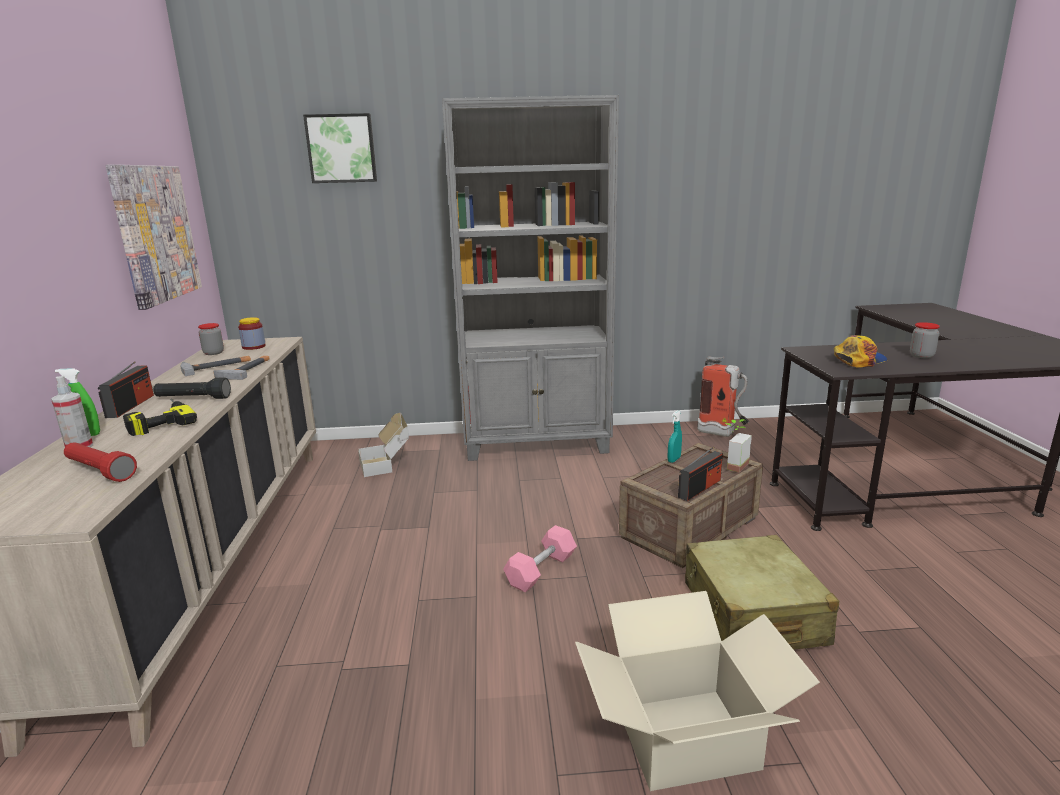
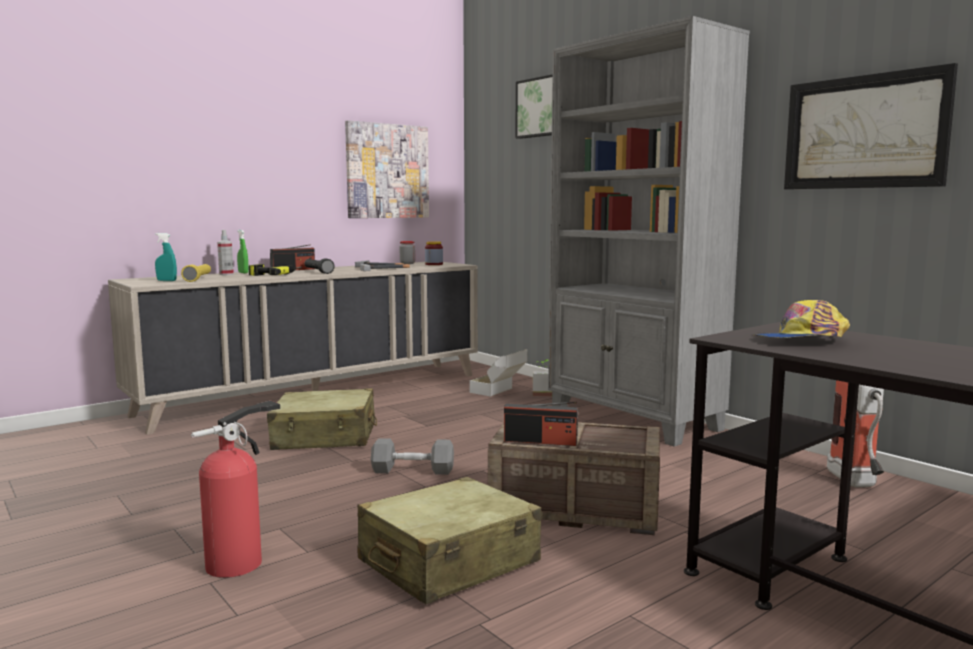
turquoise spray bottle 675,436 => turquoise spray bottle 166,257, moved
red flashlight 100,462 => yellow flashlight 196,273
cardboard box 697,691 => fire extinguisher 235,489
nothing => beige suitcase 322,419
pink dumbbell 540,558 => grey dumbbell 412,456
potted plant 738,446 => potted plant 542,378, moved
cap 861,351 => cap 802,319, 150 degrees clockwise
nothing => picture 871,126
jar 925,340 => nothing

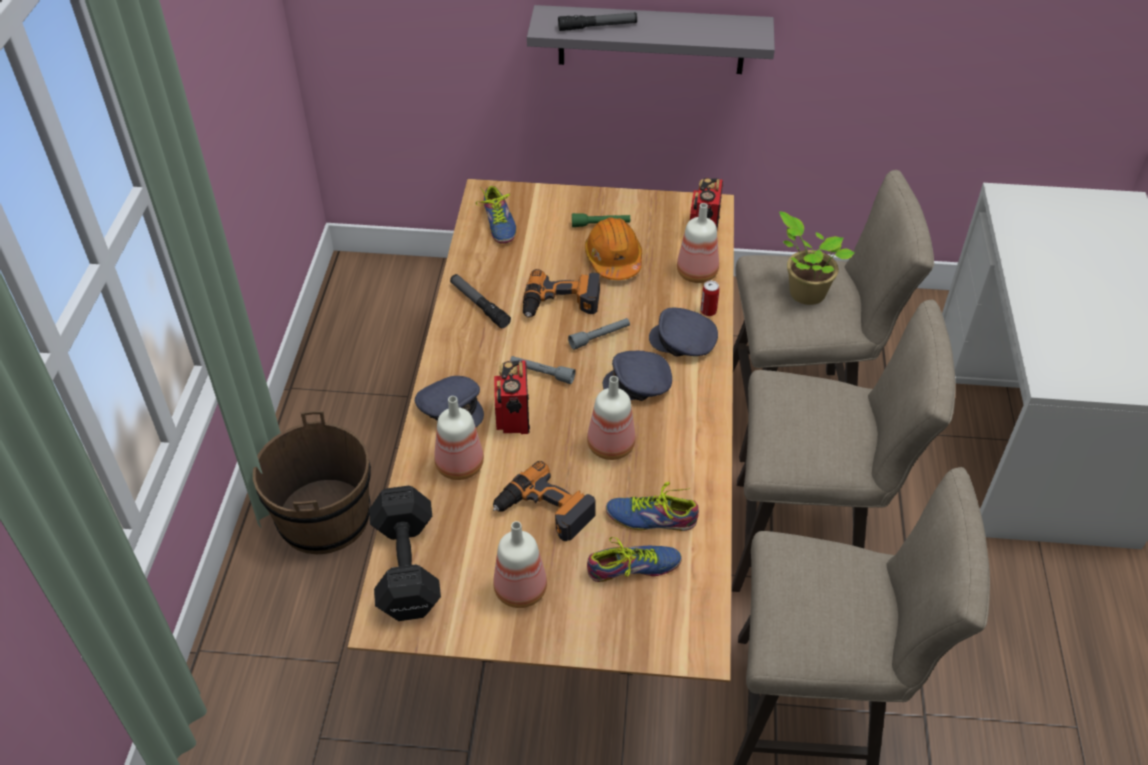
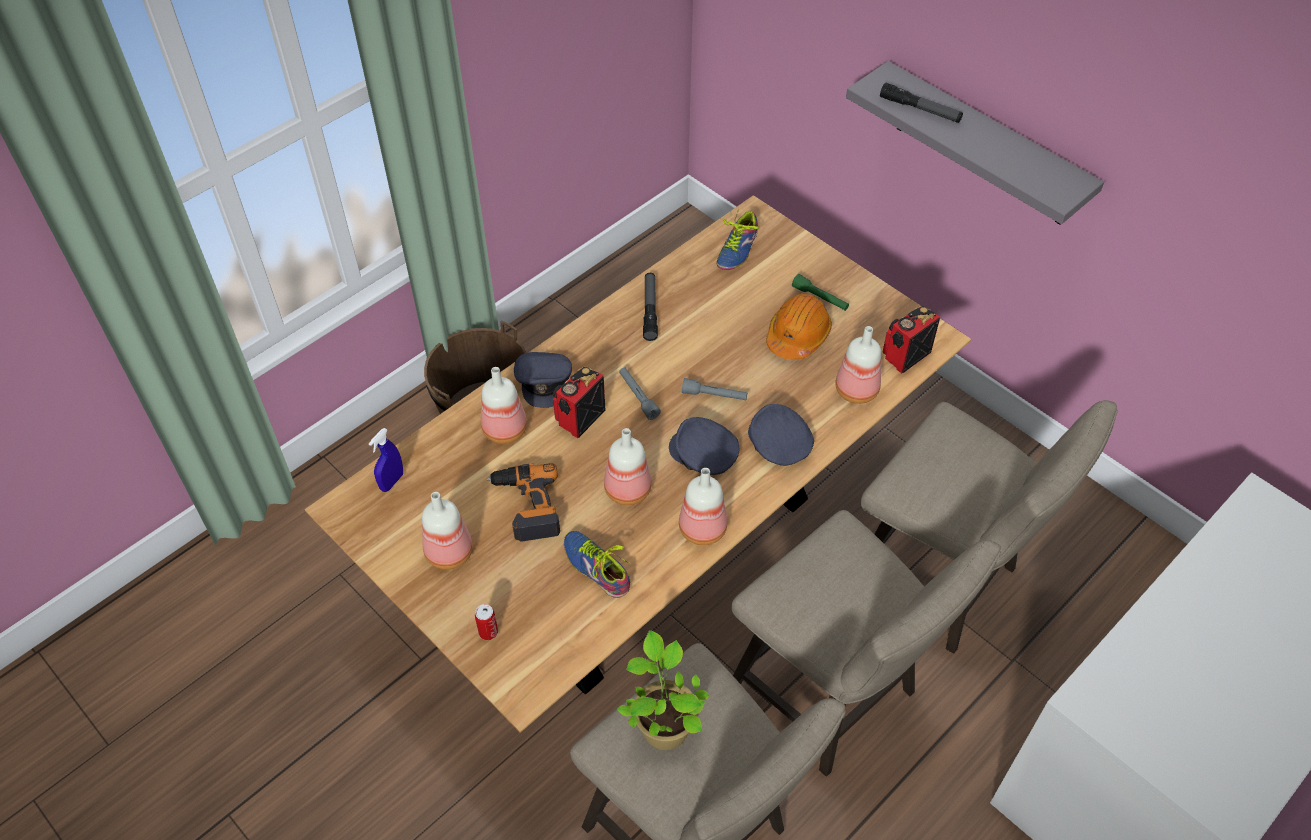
black dumbbell 405,553 => blue spray bottle 386,460
can 710,298 => can 486,622, moved
potted plant 817,258 => potted plant 663,690, moved
nothing => bottle 703,506
power drill 561,293 => nothing
shoe 634,559 => nothing

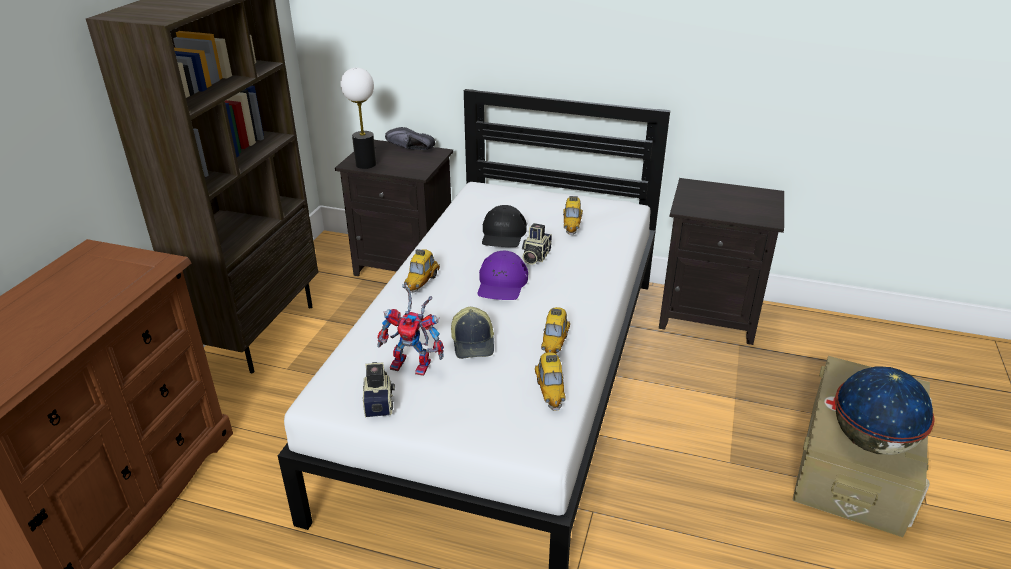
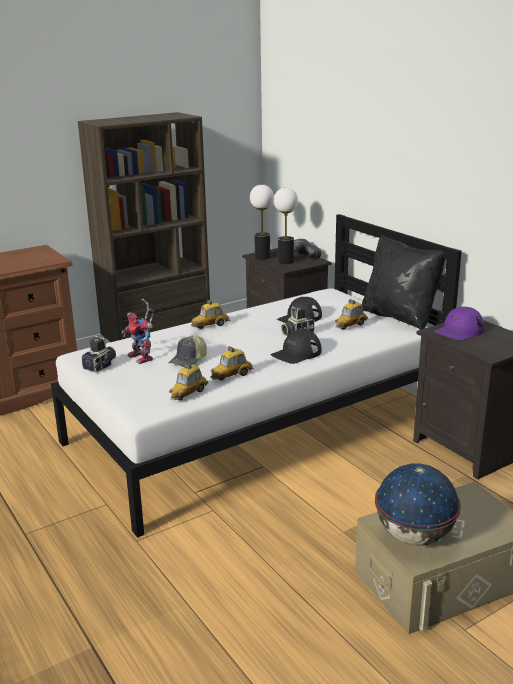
nothing => black cap 296,346
nothing => table lamp 286,226
nothing => black pillow 403,282
purple cap 502,275 => purple cap 458,324, moved

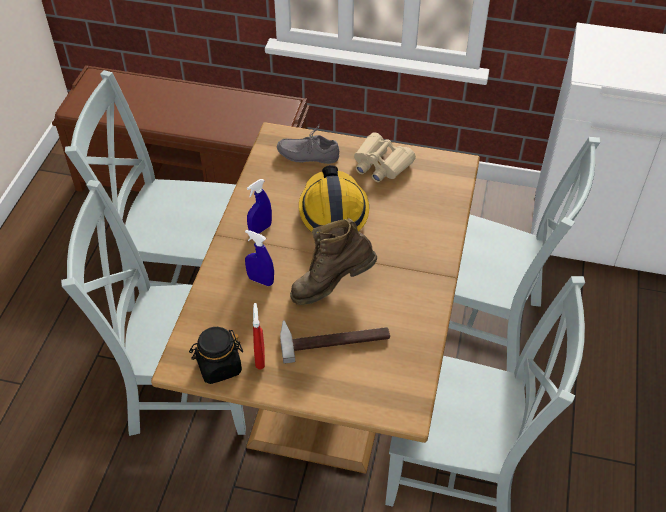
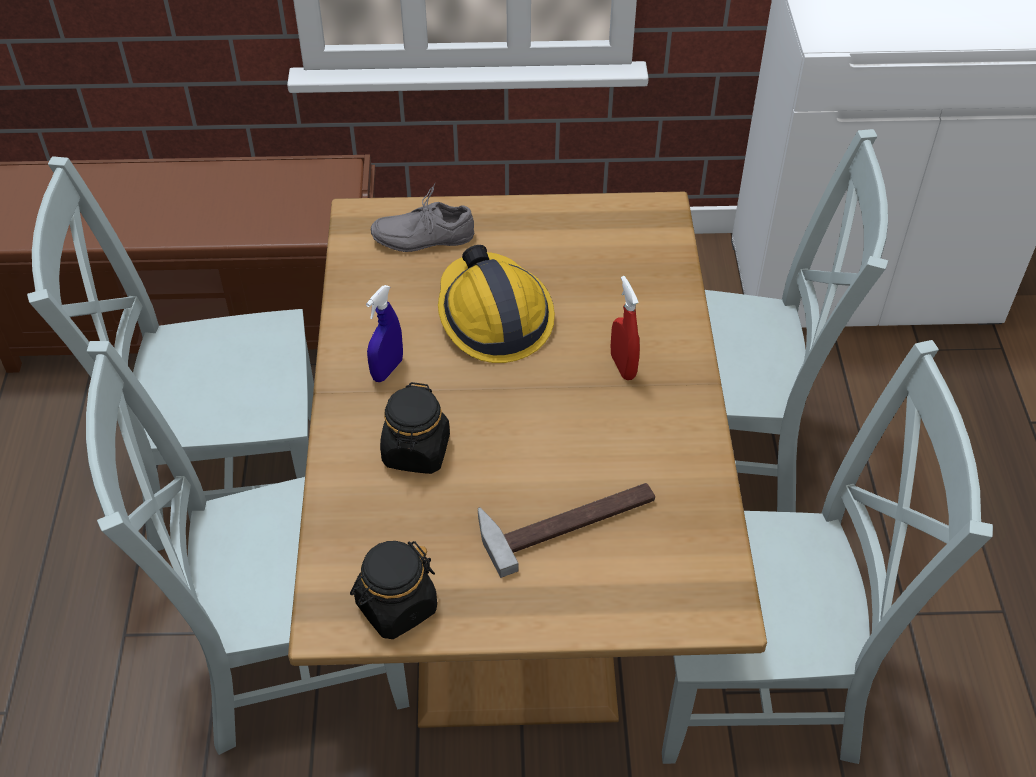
blue spray bottle 259,258 => black jar 415,428
red spray bottle 259,336 => red spray bottle 625,328, moved
brown boot 333,261 => nothing
beige binoculars 385,157 => nothing

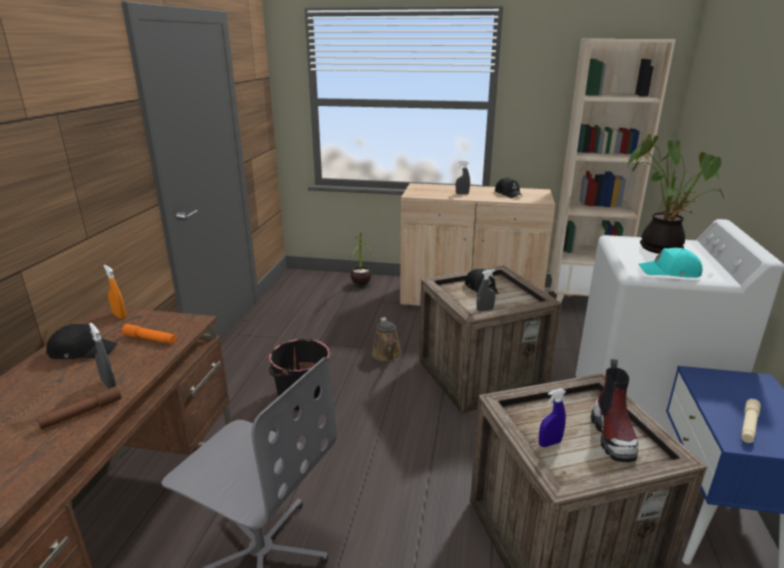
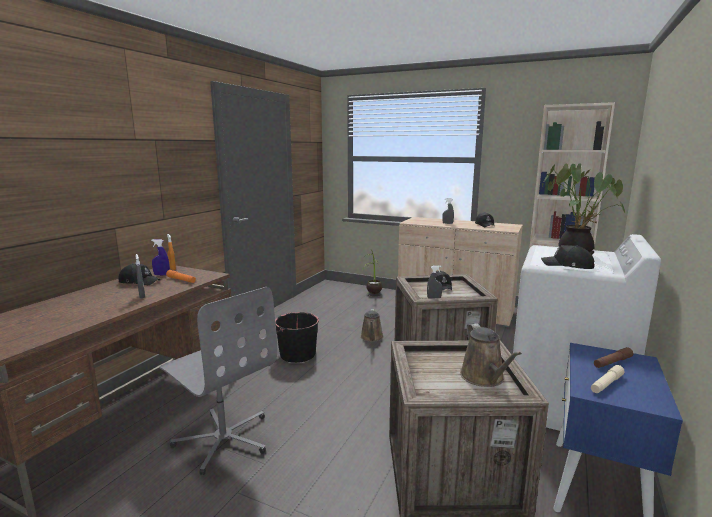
blue spray bottle 552,418 => blue spray bottle 160,257, moved
boot 614,410 => brown watering can 491,355
turquoise cap 670,263 => black cap 567,257
brown flashlight 79,407 => brown flashlight 613,357, moved

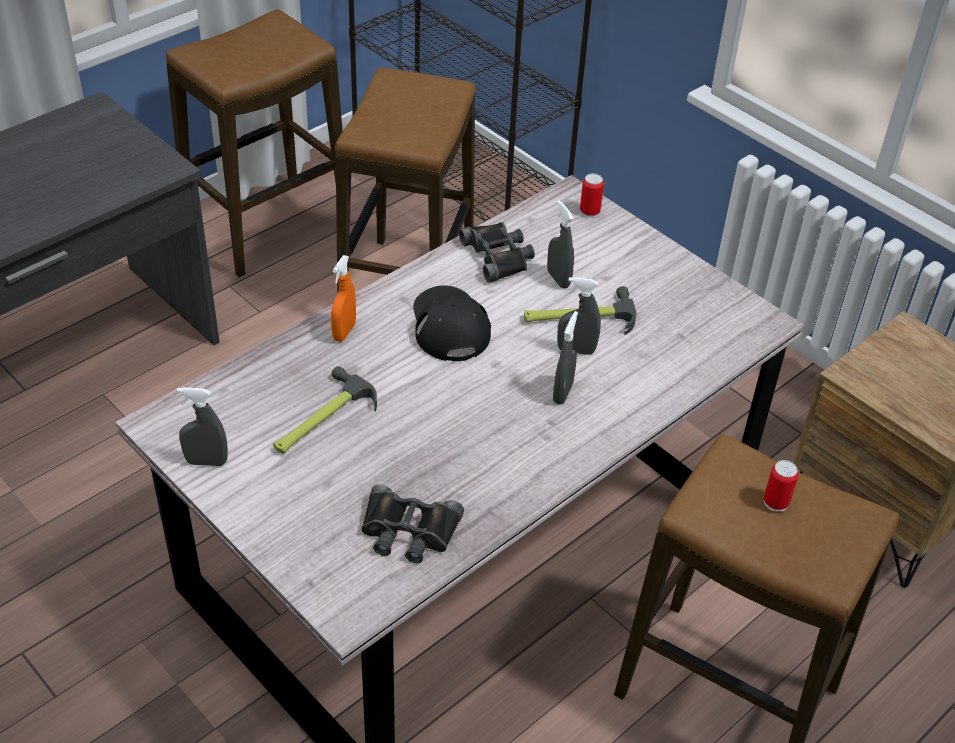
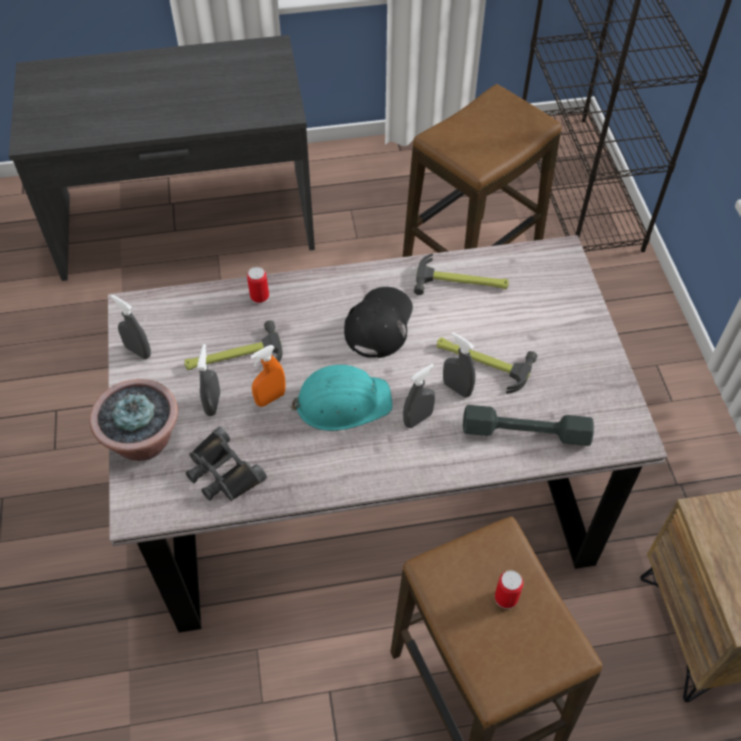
nothing => potted plant 133,420
grey spray bottle 560,244 => grey spray bottle 208,380, moved
can 592,195 => can 258,285, moved
orange spray bottle 343,298 => orange spray bottle 268,376, moved
nothing => turquoise hard hat 341,398
black binoculars 497,252 => hammer 461,274
nothing => grey dumbbell 528,425
stool 254,143 => nothing

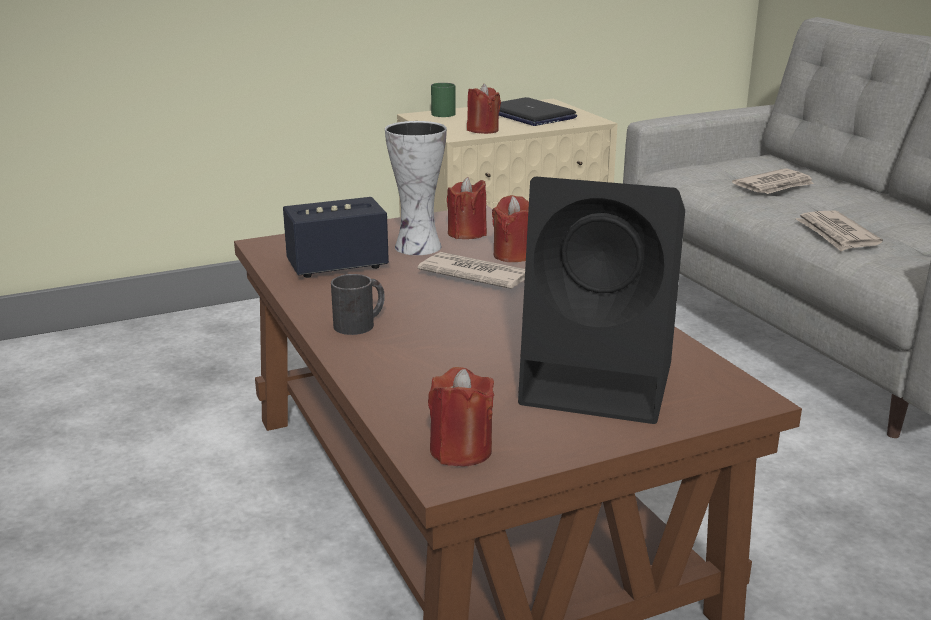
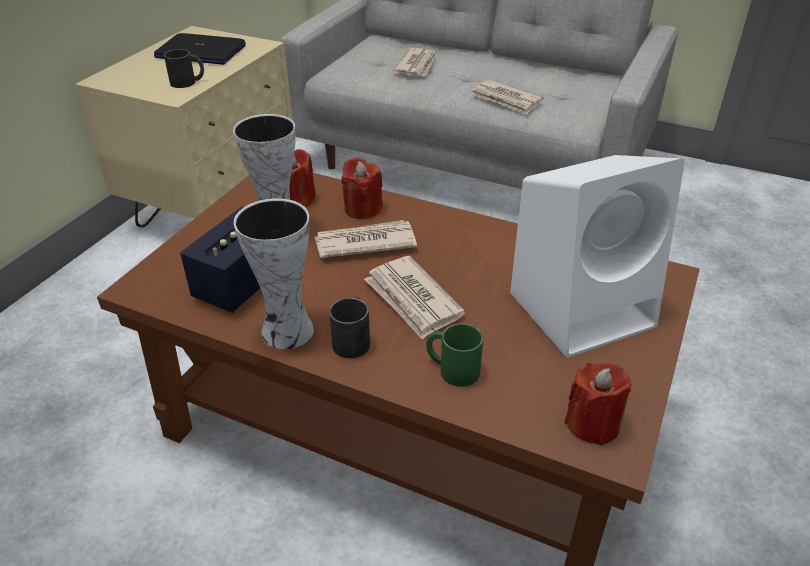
red candle 484,109 => black mug 184,68
nothing => vase 274,273
nothing => newspaper 414,298
green mug 443,100 => green mug 454,355, moved
black speaker 601,300 => white speaker 597,256

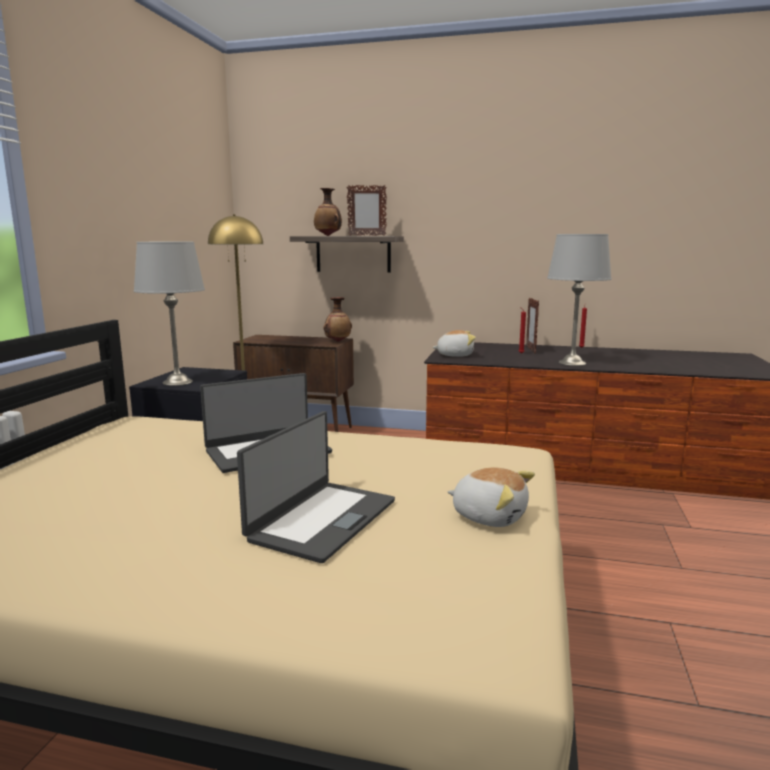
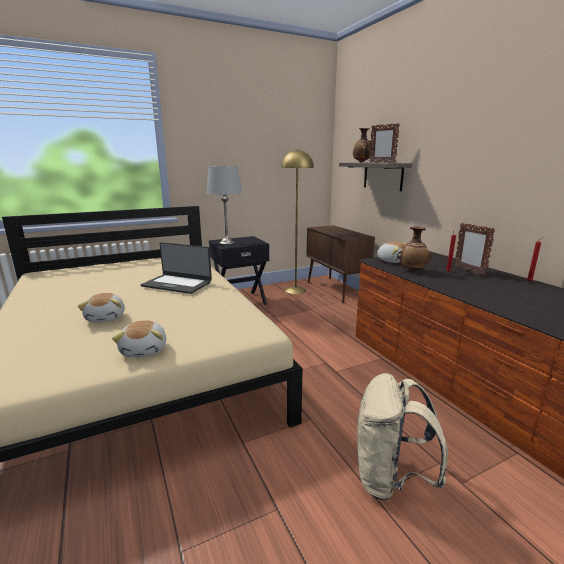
laptop 316,487 => plush toy 101,307
nothing => beige backpack 402,437
vase 337,319 => vase 414,249, moved
picture frame 532,325 => picture frame 474,249, 75 degrees counterclockwise
grey table lamp 579,300 => nothing

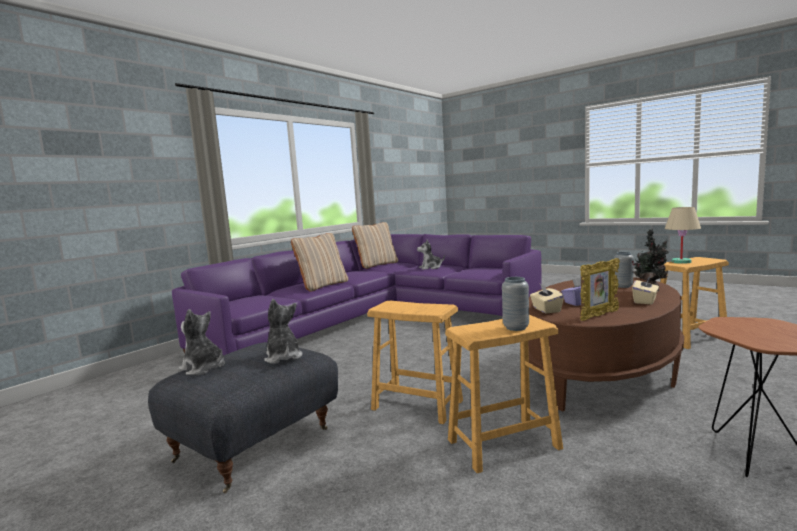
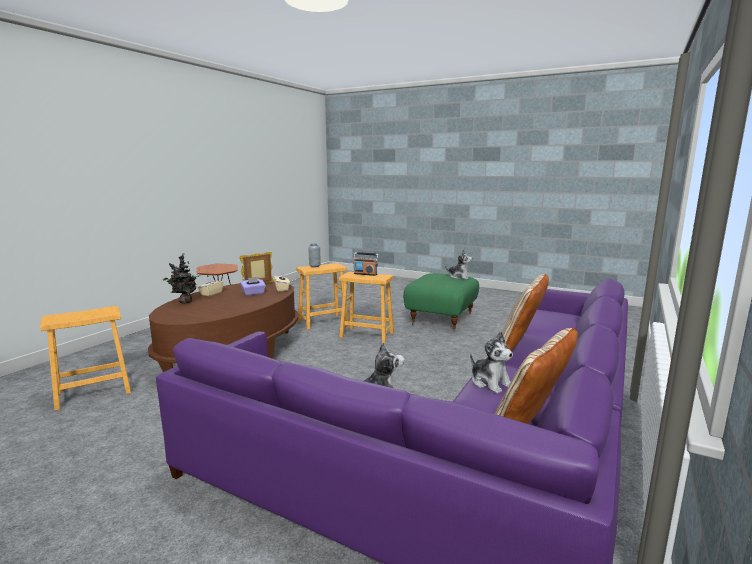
nothing => radio 366,264
grey ottoman 243,417 => green ottoman 441,302
plush toy 283,331 => plush toy 491,363, moved
grey vase 624,270 => nothing
beige table lamp 683,235 => nothing

